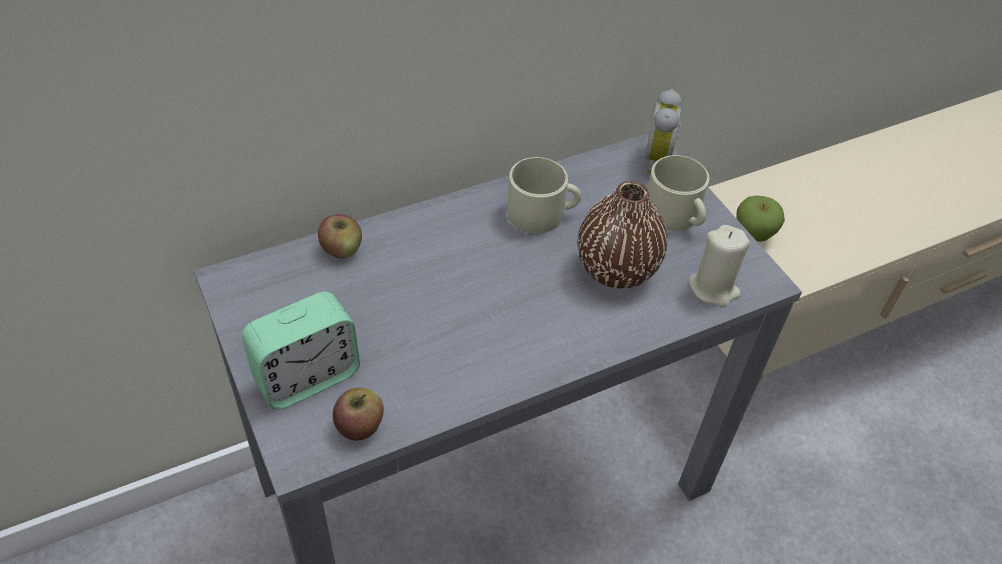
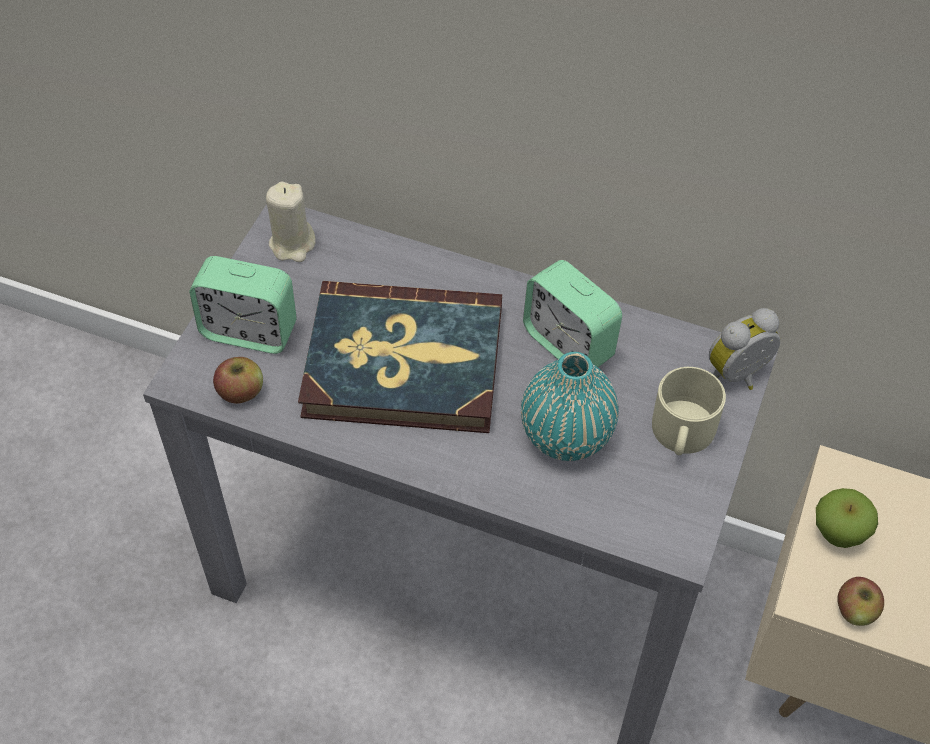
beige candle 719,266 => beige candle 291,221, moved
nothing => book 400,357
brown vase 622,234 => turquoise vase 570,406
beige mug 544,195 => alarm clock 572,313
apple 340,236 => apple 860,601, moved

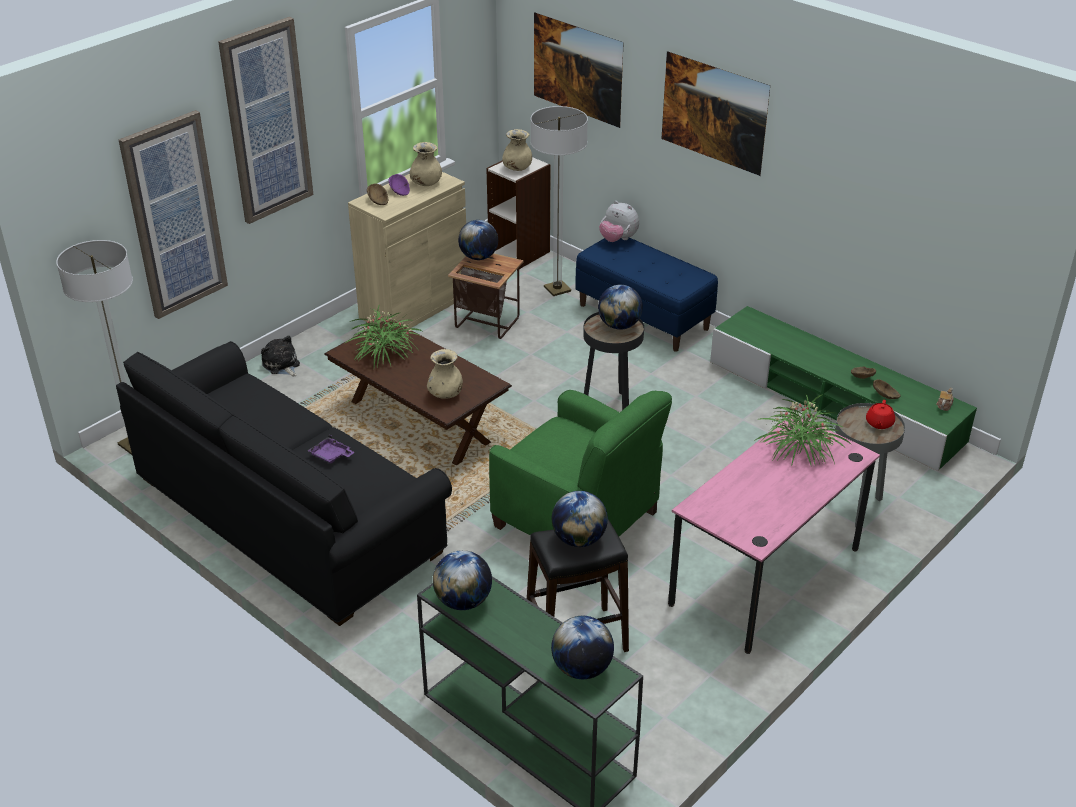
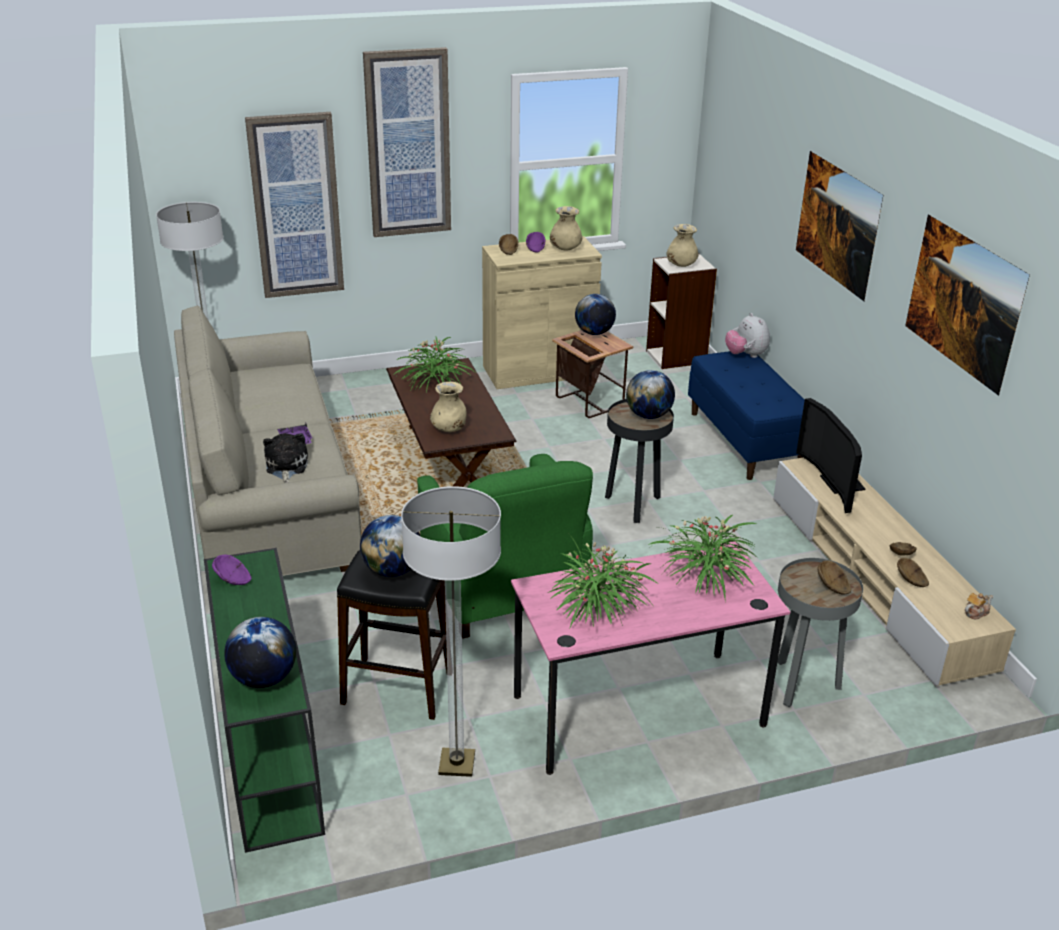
black sofa 284,483 => beige sofa 267,440
globe 462,580 => purple bowl 231,570
plush toy 280,356 => plush toy 285,458, moved
floor lamp 559,201 => floor lamp 451,631, moved
nothing => potted plant 602,583
green tv stand 843,388 => beige tv stand 894,572
nothing => television 830,455
red teapot 880,414 => brown bowl 834,577
picture 579,70 => picture 967,305, moved

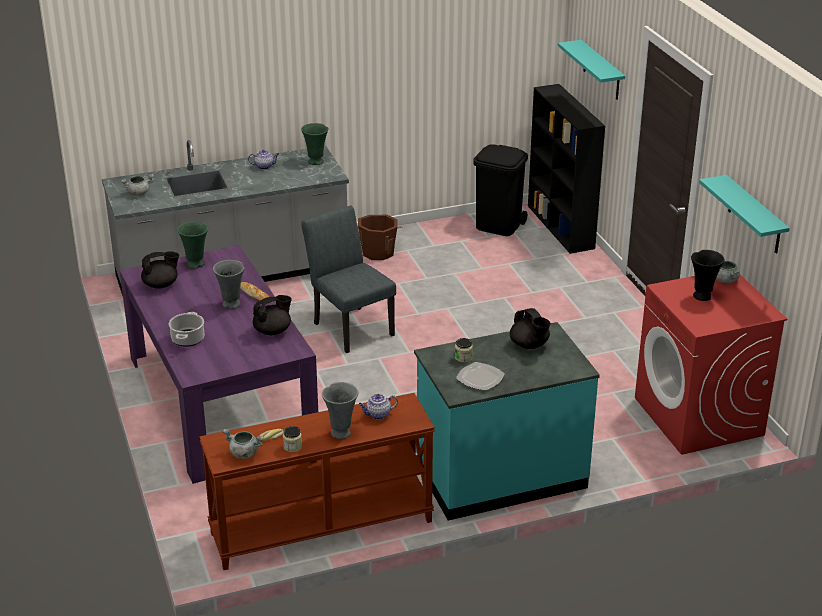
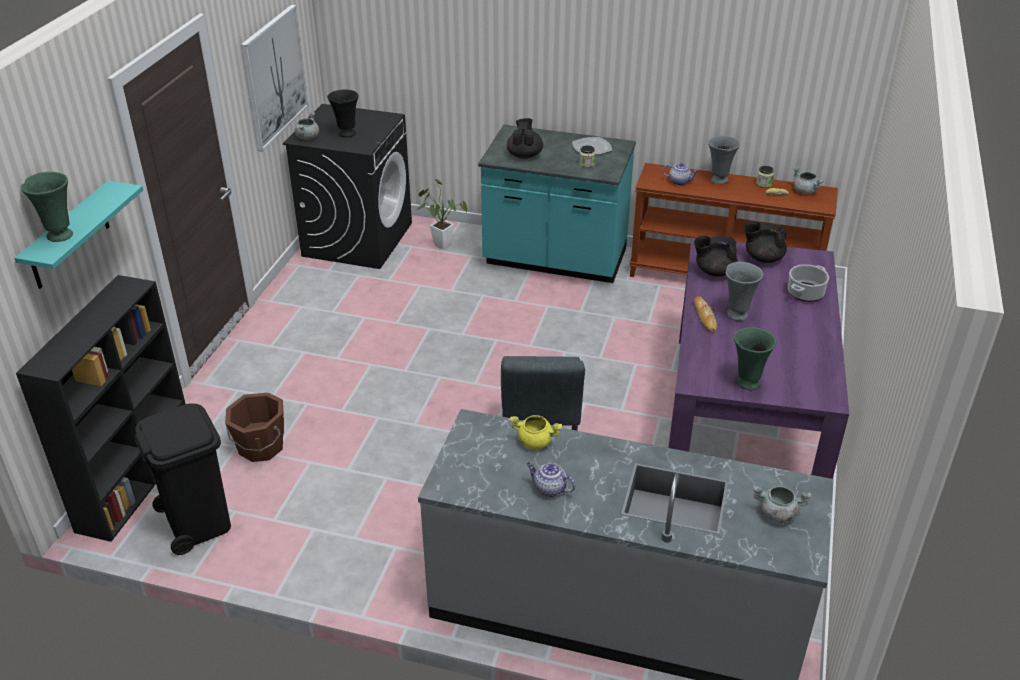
green vase 315,144 => green vase 47,207, moved
brown bucket 380,237 => brown bucket 254,427, moved
turquoise shelf 744,214 => picture 275,78
red washing machine 711,365 => black washing machine 347,186
nothing => potted plant 441,214
nothing => yellow cooking pot 536,432
black teapot 160,270 => black teapot 765,242, moved

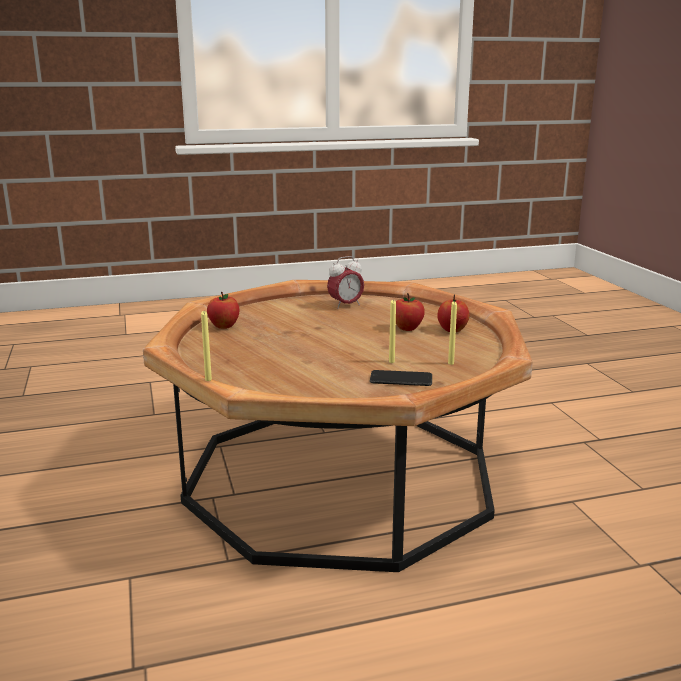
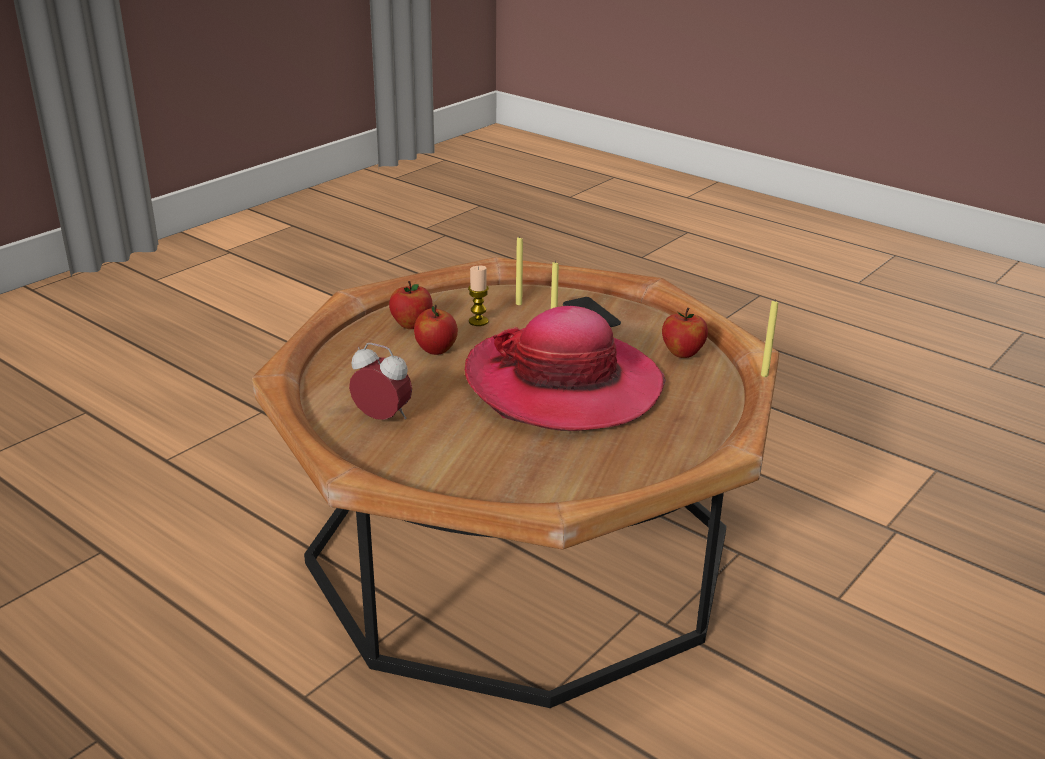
nothing => hat 565,368
nothing => candle 478,296
apple 223,310 => apple 685,333, moved

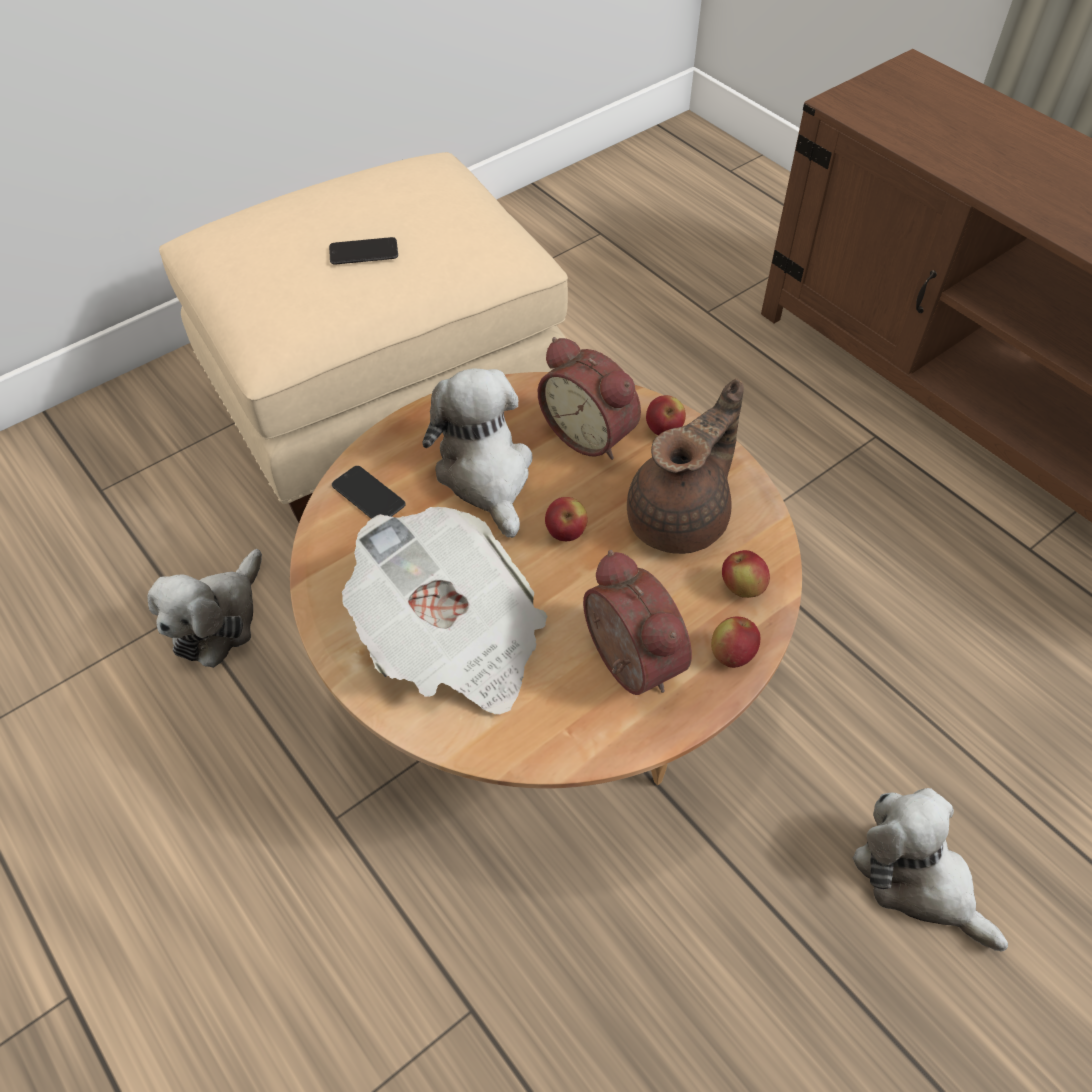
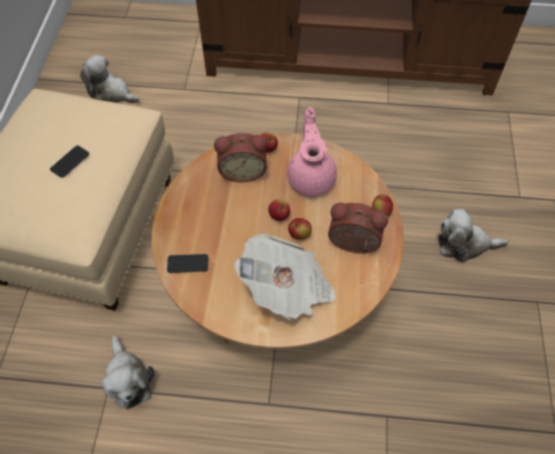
plush toy 477,453 => plush toy 109,79, moved
brown teapot 685,466 => pink teapot 312,152
apple 746,574 => apple 300,229, moved

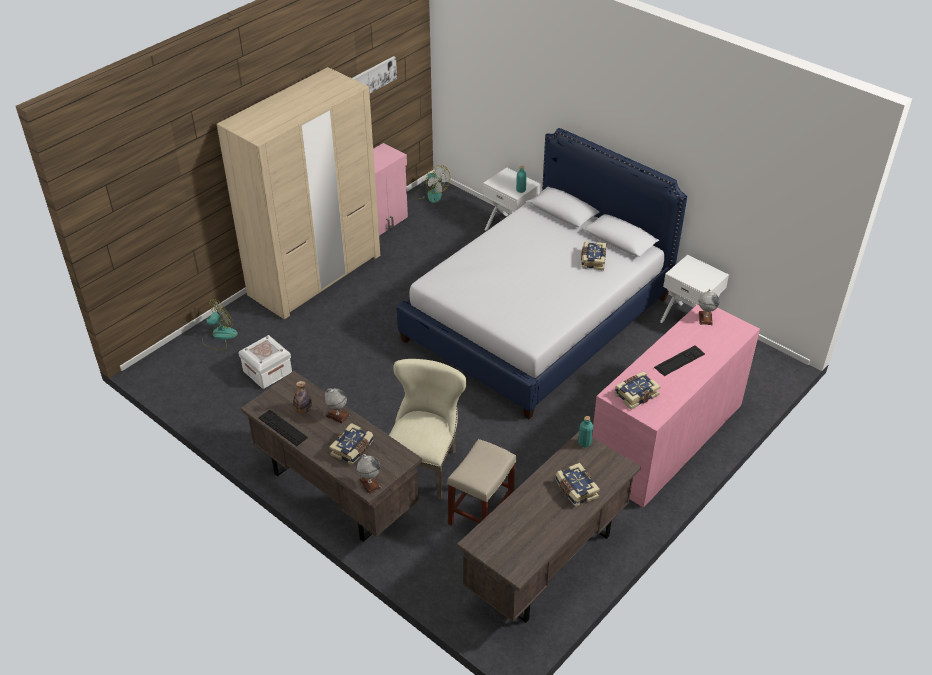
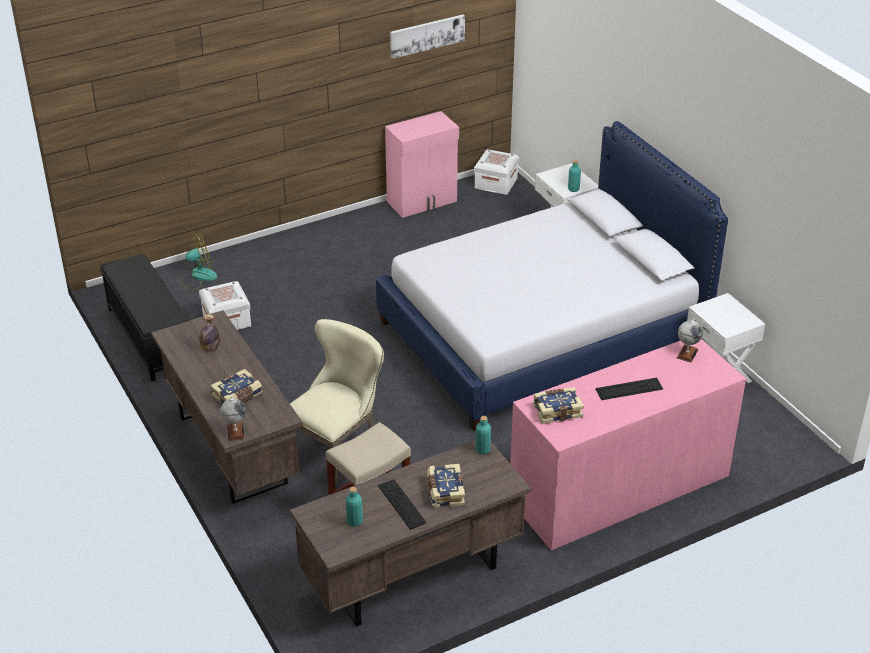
nothing => black bench 144,317
nothing => turquoise bottle 354,507
keyboard 283,428 => keyboard 402,505, moved
fan 432,184 => white storage box 496,172
beige wardrobe 298,193 => nothing
globe 337,406 => nothing
book 593,255 => nothing

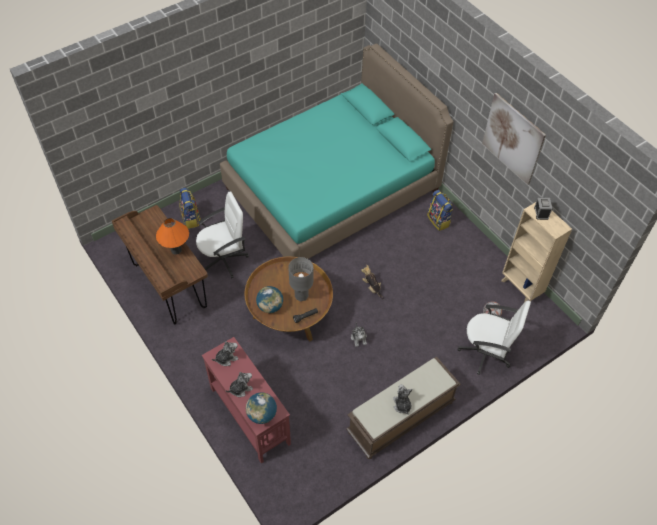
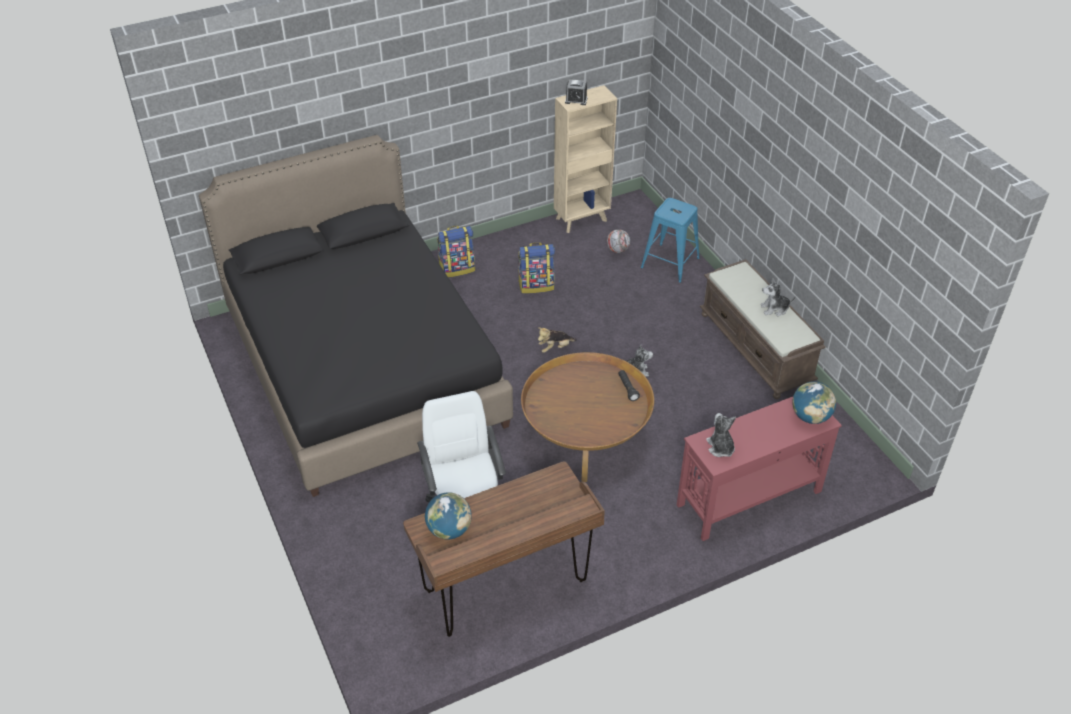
turquoise bed 337,151 => black bed 356,316
globe 269,299 => globe 448,516, moved
backpack 190,208 => backpack 536,268, moved
white office chair 494,338 => blue stool 670,240
orange table lamp 172,236 => nothing
plush toy 239,384 => nothing
grey table lamp 300,279 => nothing
picture 514,139 => nothing

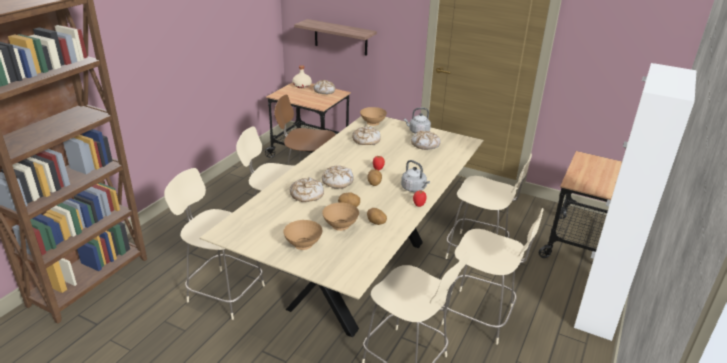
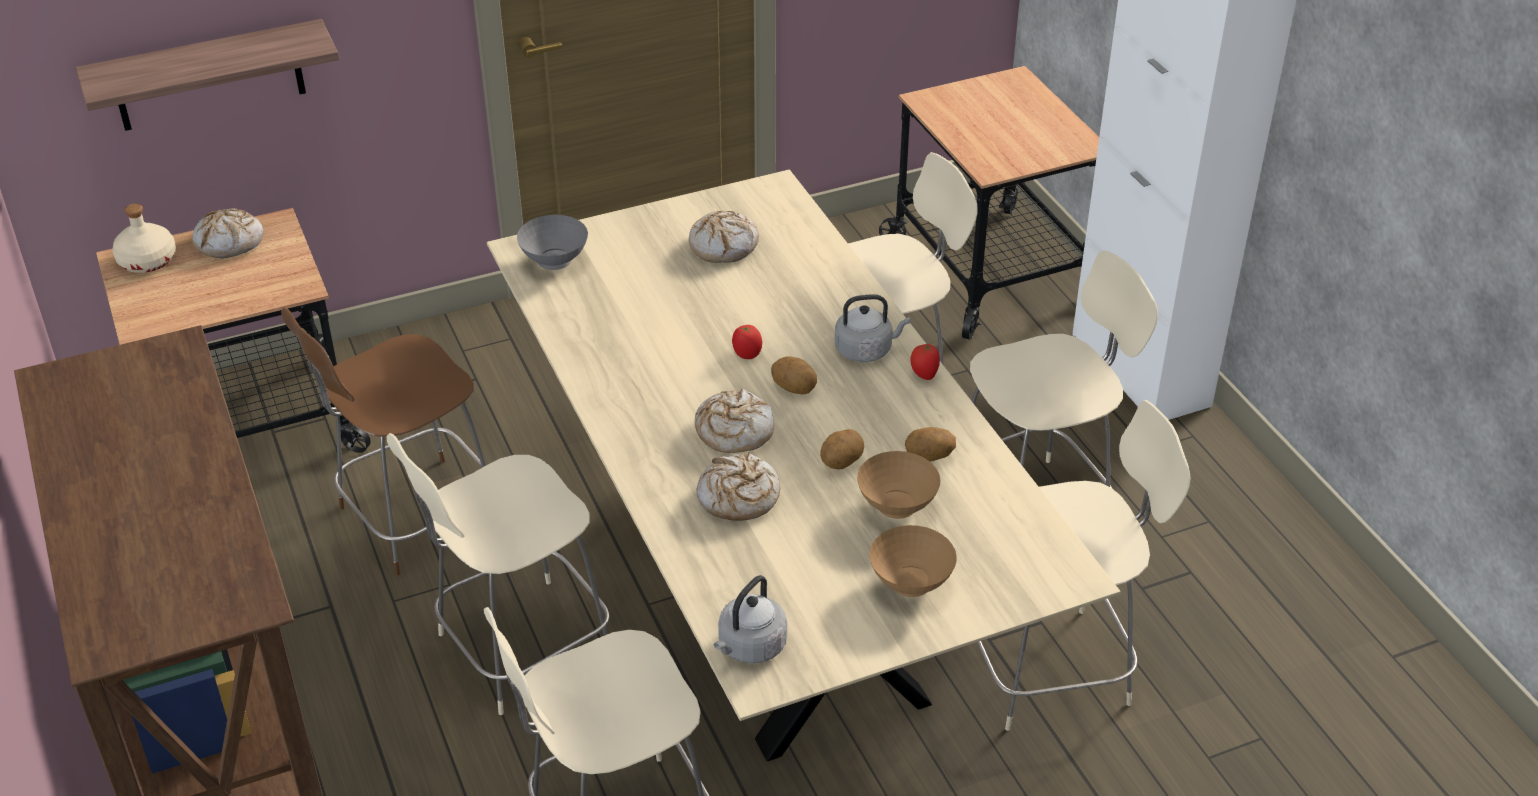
brown bowl 373,116 => grey bowl 552,242
grey kettle 417,120 => grey kettle 750,619, moved
bread 366,135 => nothing

